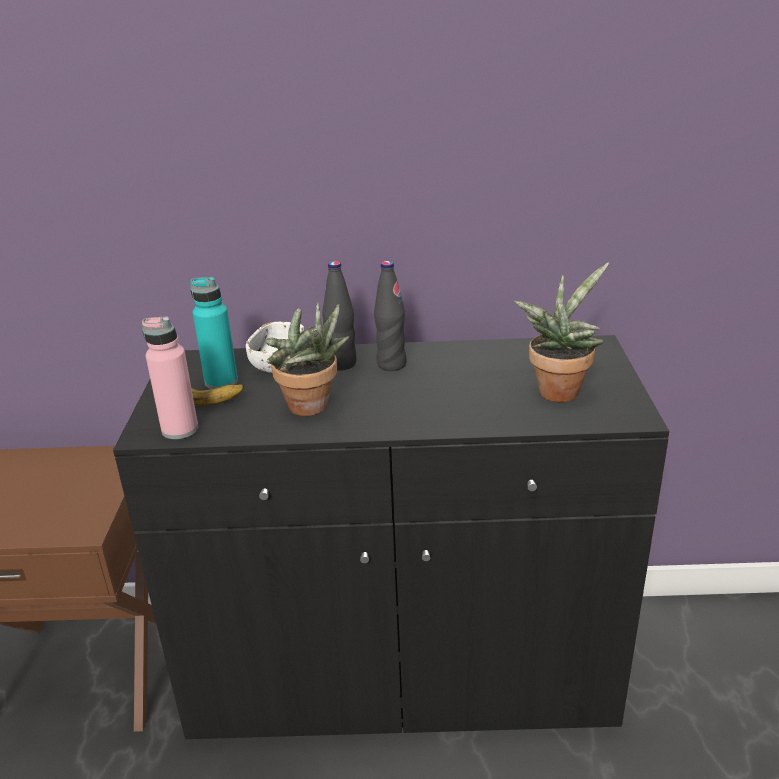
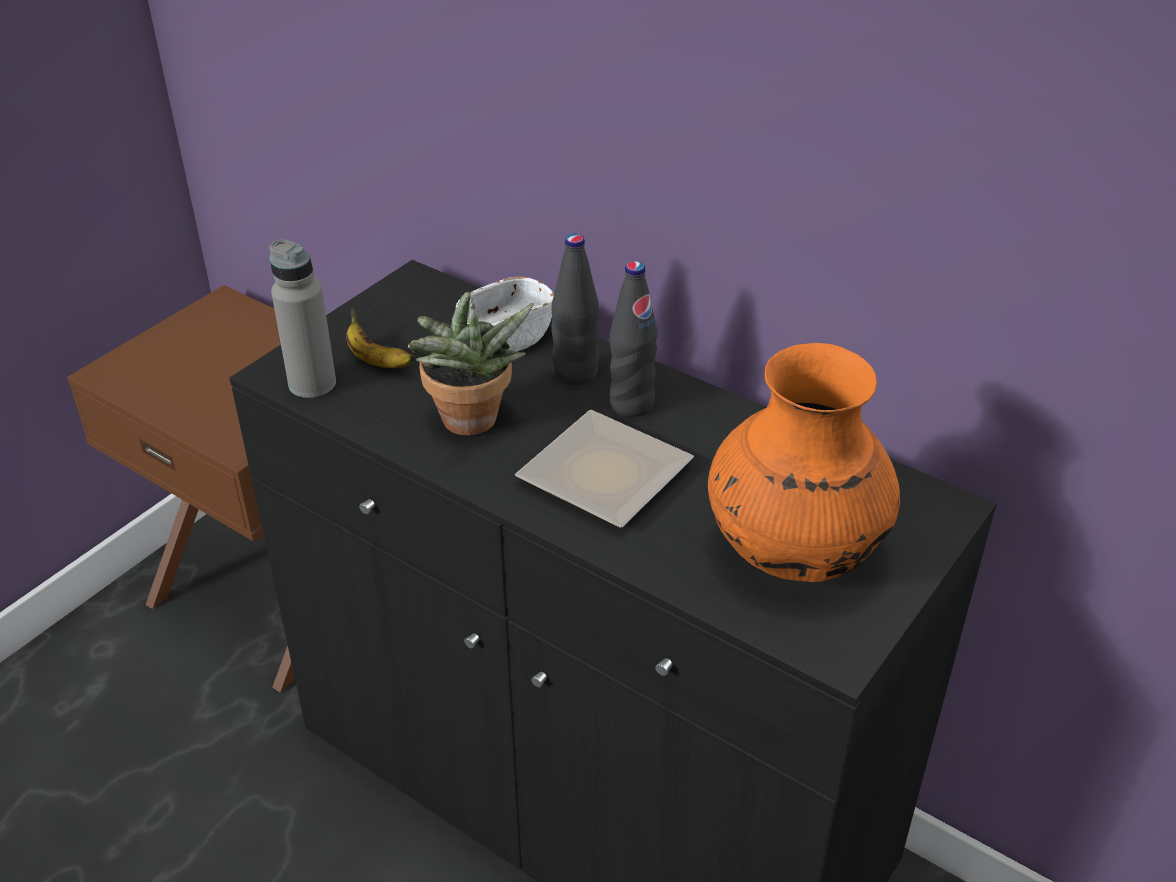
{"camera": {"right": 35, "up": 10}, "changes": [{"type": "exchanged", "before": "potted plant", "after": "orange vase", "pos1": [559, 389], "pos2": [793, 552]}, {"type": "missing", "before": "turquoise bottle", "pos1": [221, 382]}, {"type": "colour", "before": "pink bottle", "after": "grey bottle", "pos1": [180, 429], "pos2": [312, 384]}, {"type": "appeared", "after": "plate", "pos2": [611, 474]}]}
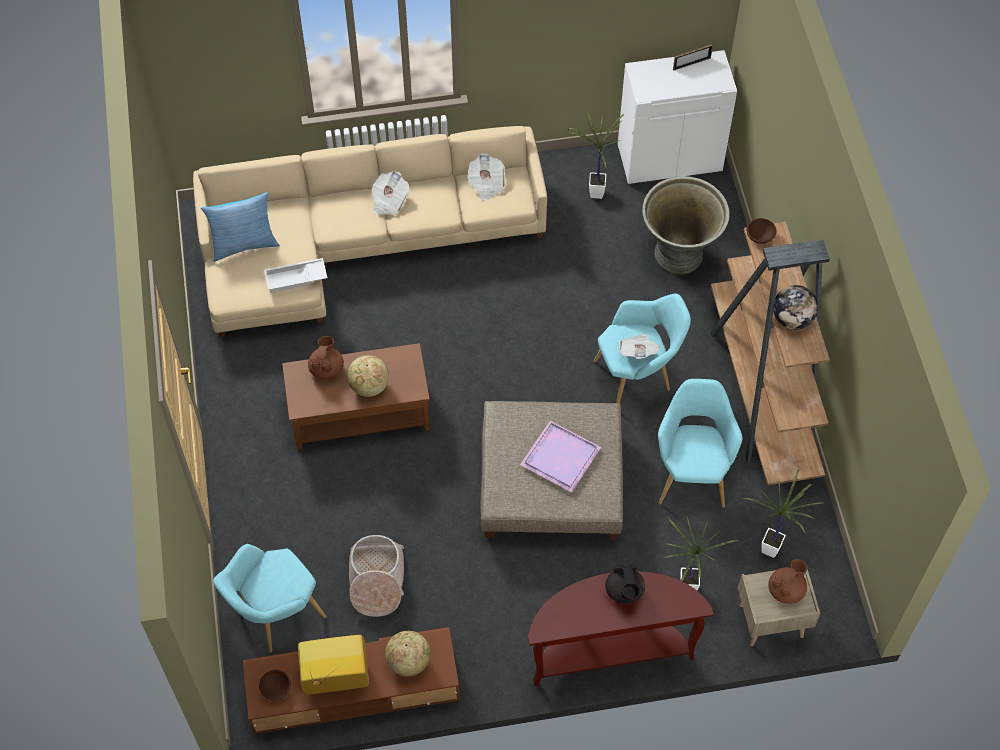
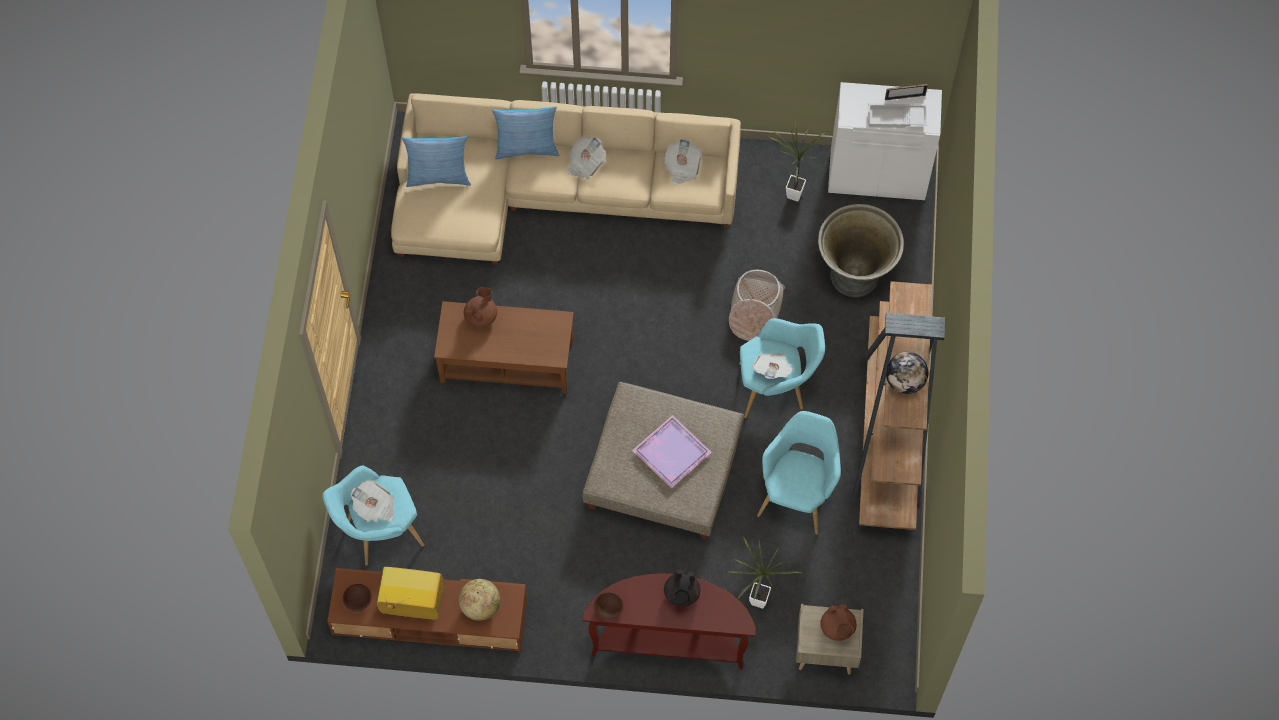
{"camera": {"right": 15, "up": 5}, "changes": [{"type": "relocated", "before": "brown bowl", "pos1": [760, 236], "pos2": [609, 609]}, {"type": "relocated", "before": "white tray", "pos1": [296, 279], "pos2": [896, 119]}, {"type": "missing", "before": "globe", "pos1": [369, 386]}, {"type": "missing", "before": "potted plant", "pos1": [773, 548]}, {"type": "relocated", "before": "basket", "pos1": [376, 580], "pos2": [754, 311]}, {"type": "spun", "before": "brown teapot", "pos1": [786, 590], "pos2": [837, 628], "turn": 105}, {"type": "appeared", "after": "pillow", "pos2": [527, 148]}, {"type": "appeared", "after": "newspaper", "pos2": [375, 507]}]}
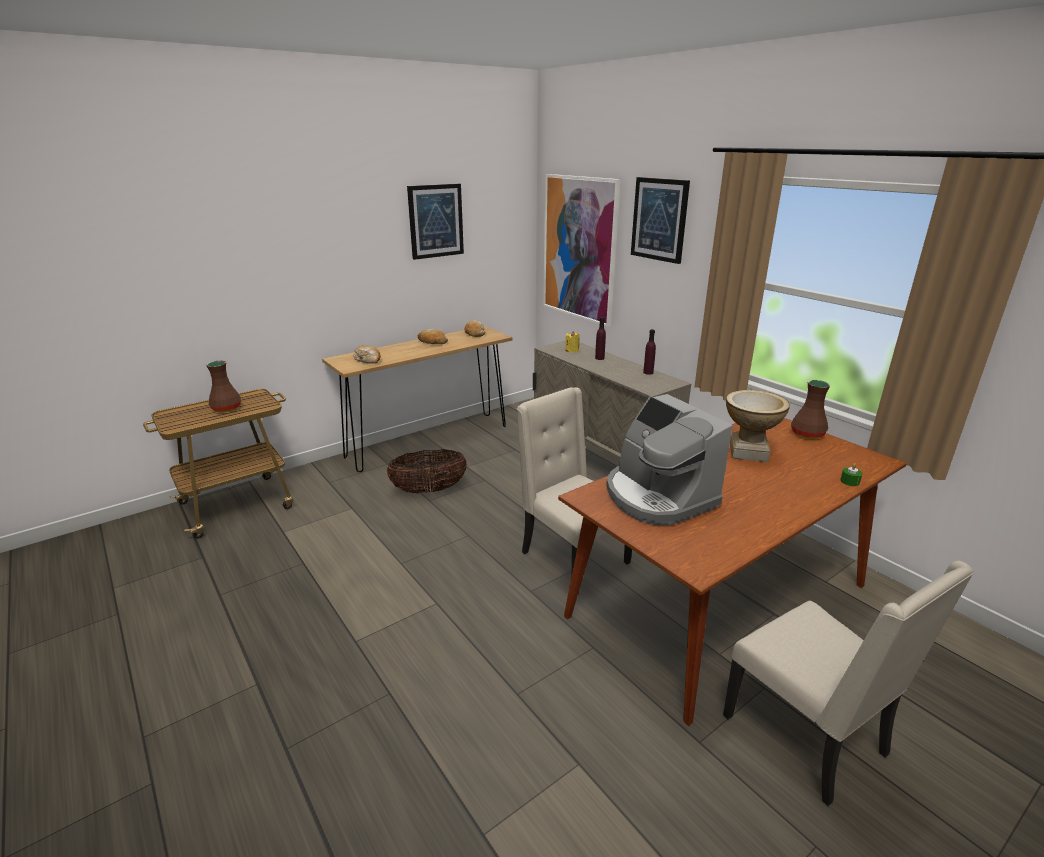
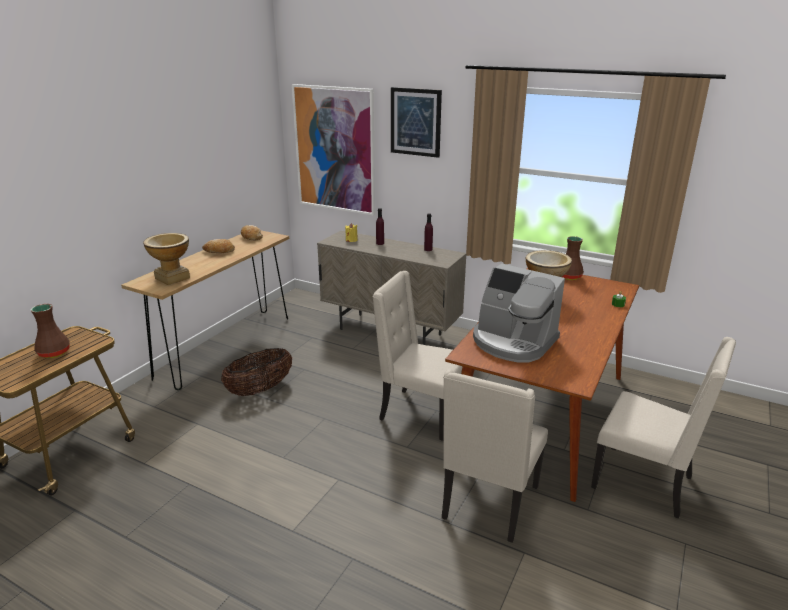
{"camera": {"right": -25, "up": 0}, "changes": [{"type": "missing", "before": "picture", "pos1": [435, 221]}, {"type": "exchanged", "before": "bread", "after": "vase", "pos1": [368, 360], "pos2": [172, 278]}, {"type": "appeared", "after": "beige chair", "pos2": [488, 503]}]}
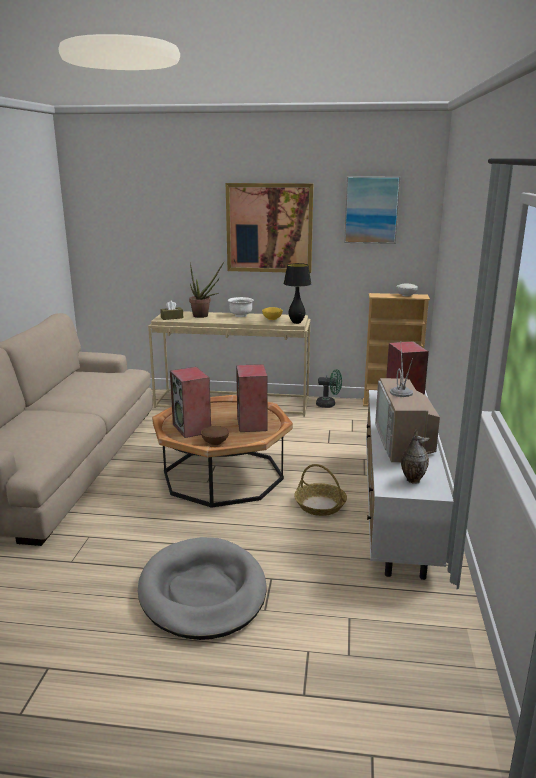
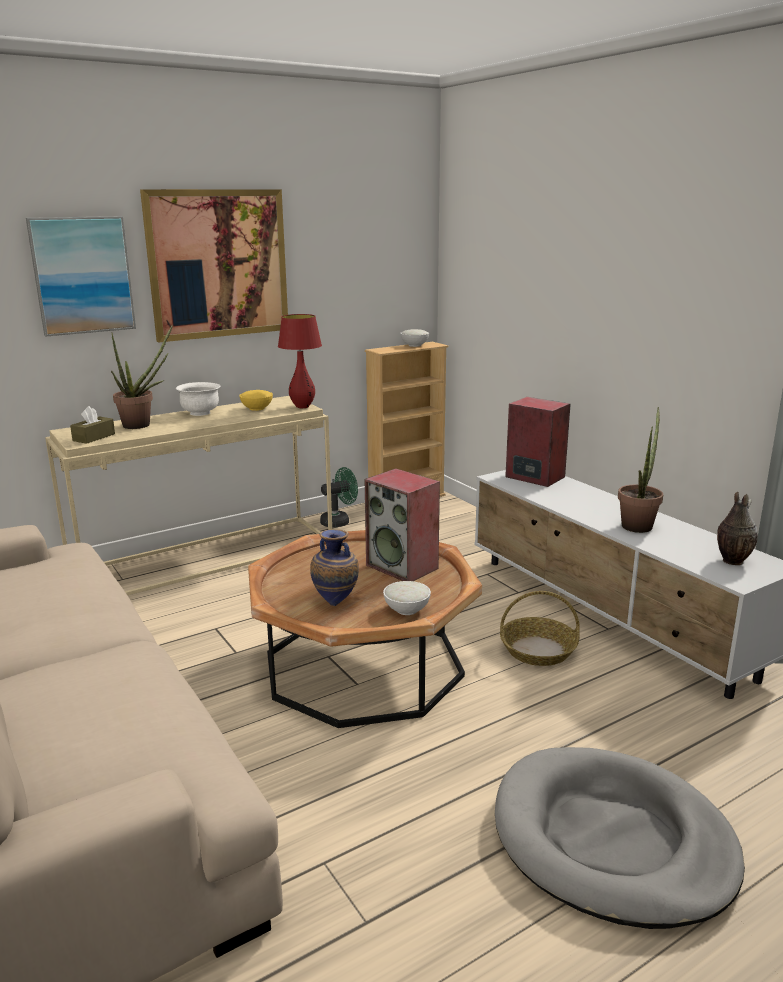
{"camera": {"right": -40, "up": 0}, "changes": [{"type": "relocated", "before": "picture", "pos1": [371, 210], "pos2": [82, 275]}, {"type": "colour", "before": "black table lamp", "after": "red table lamp", "pos1": [296, 322], "pos2": [302, 407]}, {"type": "exchanged", "before": "television", "after": "potted plant", "pos1": [404, 443], "pos2": [638, 524]}, {"type": "exchanged", "before": "speaker", "after": "vase", "pos1": [192, 428], "pos2": [336, 603]}, {"type": "colour", "before": "brown bowl", "after": "white bowl", "pos1": [215, 442], "pos2": [407, 609]}]}
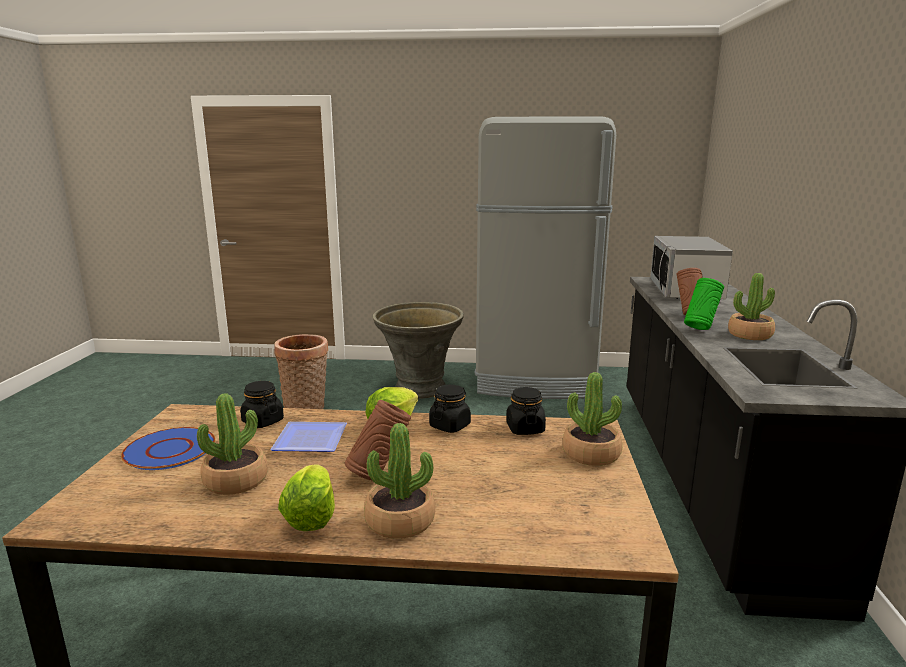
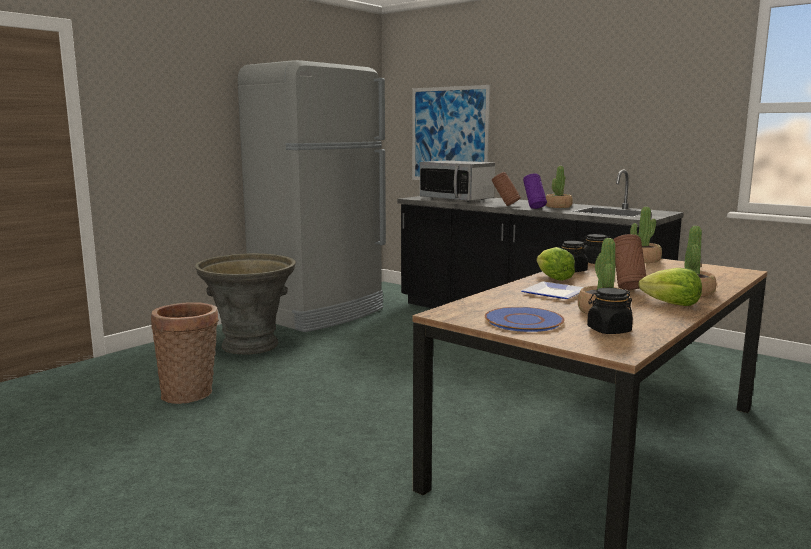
{"camera": {"right": -55, "up": -5}, "changes": [{"type": "colour", "before": "green vase", "after": "purple vase", "pos1": [700, 328], "pos2": [534, 208]}, {"type": "relocated", "before": "black jar", "pos1": [262, 421], "pos2": [608, 330]}, {"type": "appeared", "after": "picture", "pos2": [449, 135]}]}
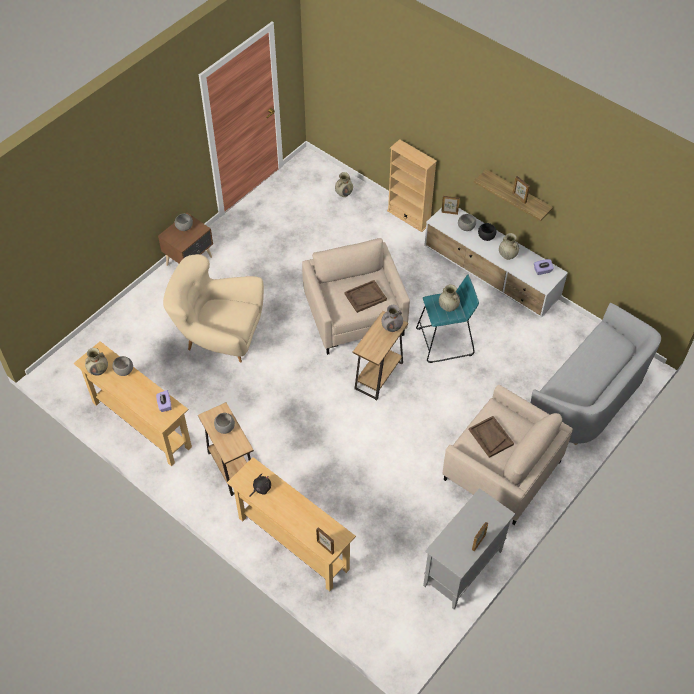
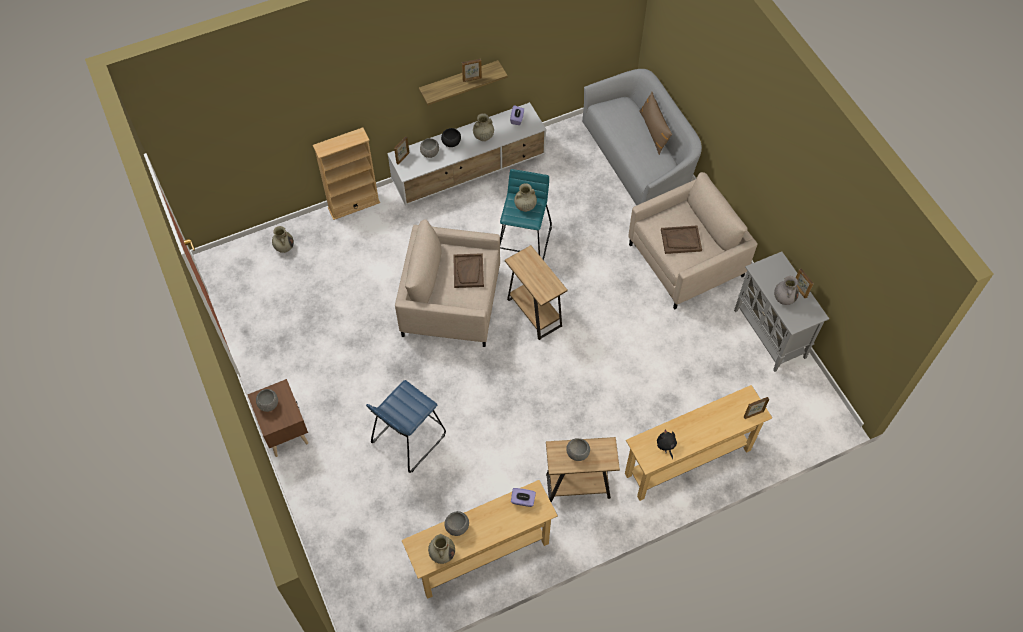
{"camera": {"right": -65, "up": 5}, "changes": [{"type": "exchanged", "before": "beige armchair", "after": "blue stool", "pos1": [219, 337], "pos2": [408, 438]}, {"type": "relocated", "before": "grey vase", "pos1": [392, 327], "pos2": [783, 298]}, {"type": "appeared", "after": "brown pillow", "pos2": [654, 131]}]}
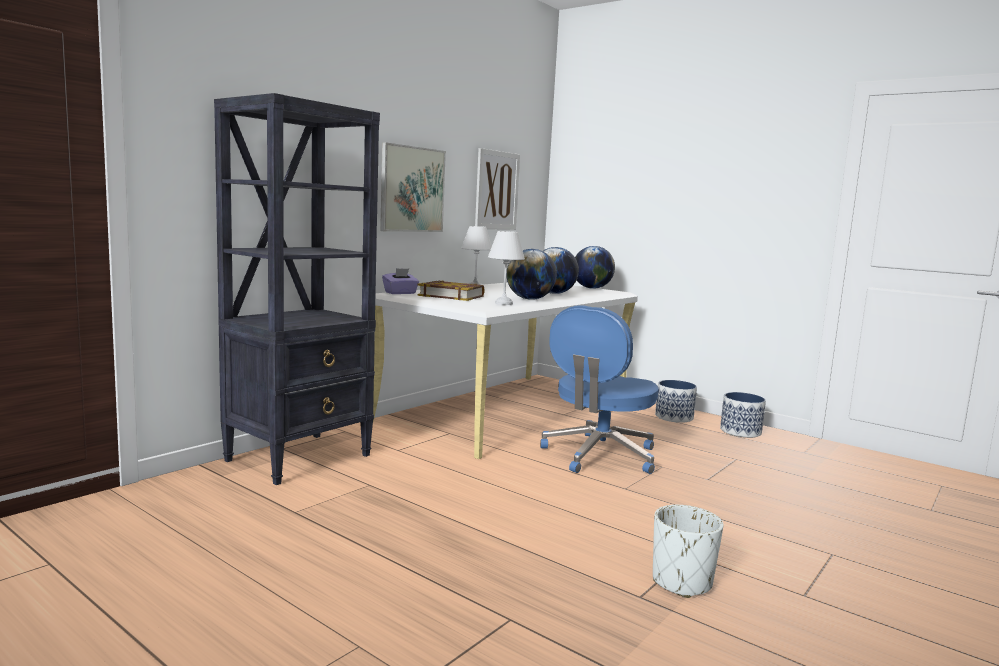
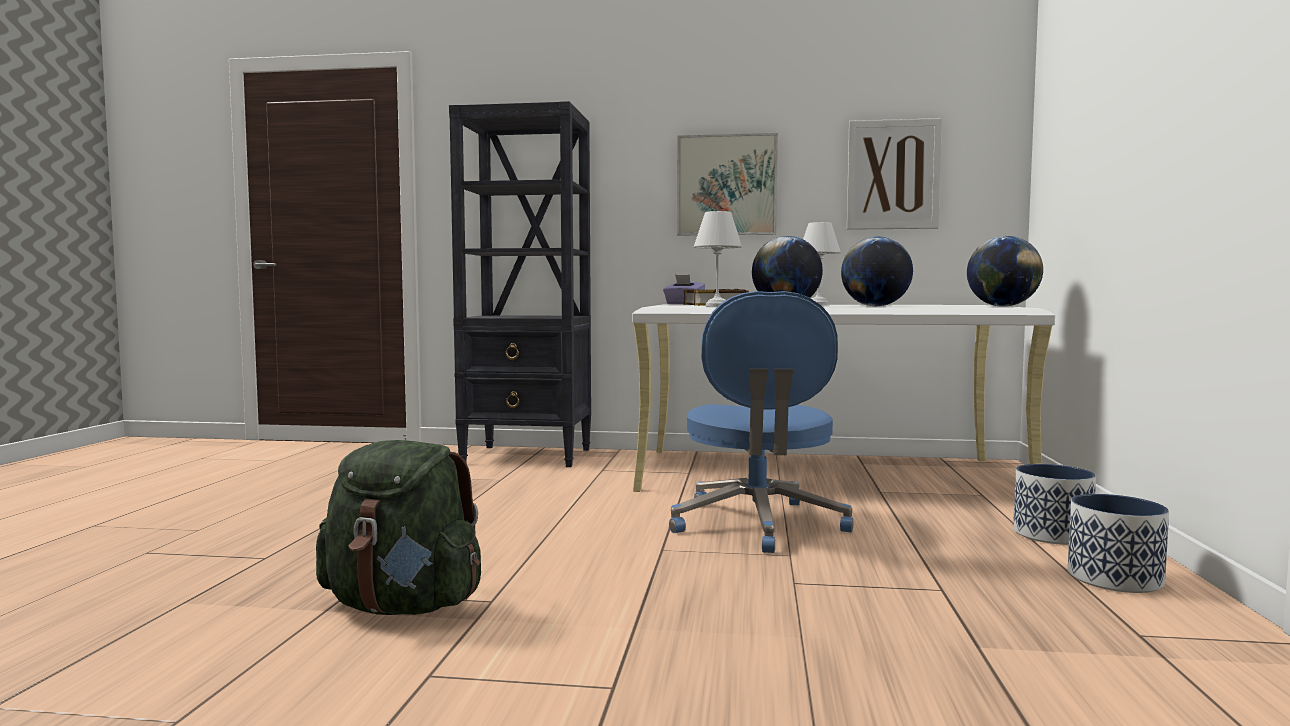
{"camera": {"right": 60, "up": -5}, "changes": [{"type": "spun", "before": "blue office chair", "pos1": [599, 455], "pos2": [758, 525], "turn": -90}, {"type": "exchanged", "before": "white planter", "after": "green backpack", "pos1": [681, 582], "pos2": [403, 606]}]}
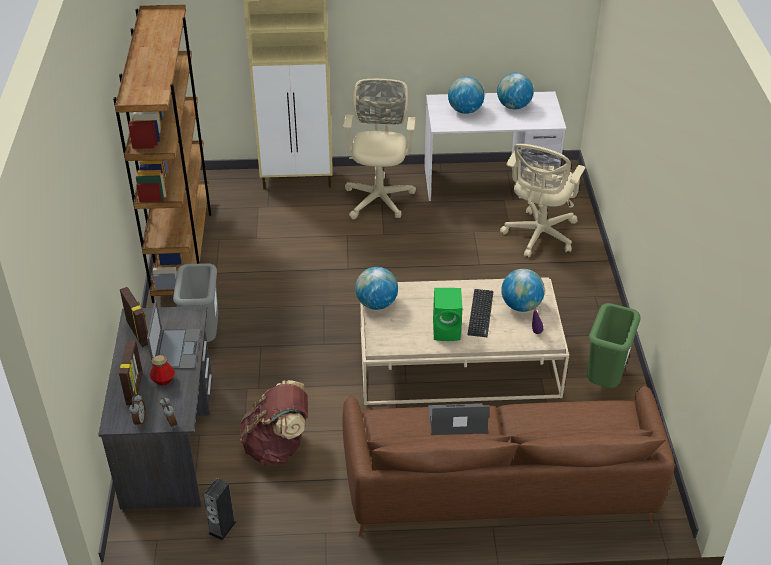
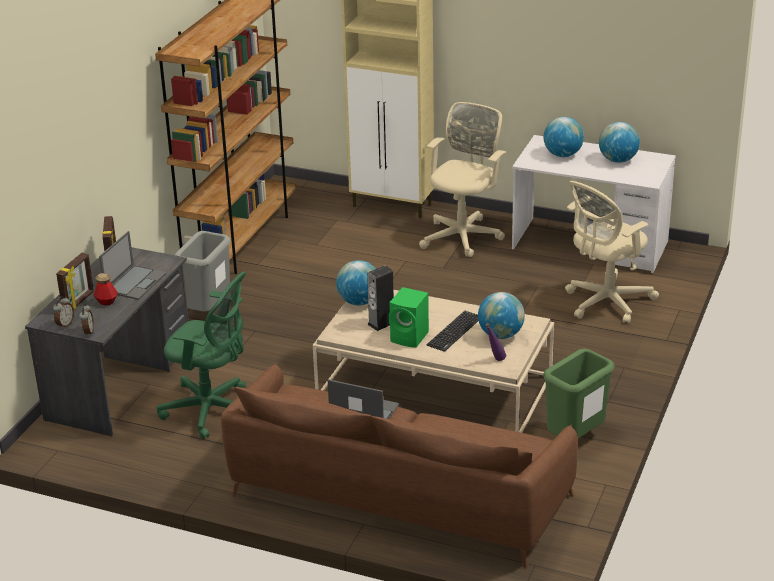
{"camera": {"right": 25, "up": -10}, "changes": [{"type": "exchanged", "before": "brown backpack", "after": "green office chair", "pos1": [278, 446], "pos2": [212, 410]}, {"type": "relocated", "before": "speaker", "pos1": [222, 528], "pos2": [381, 323]}]}
